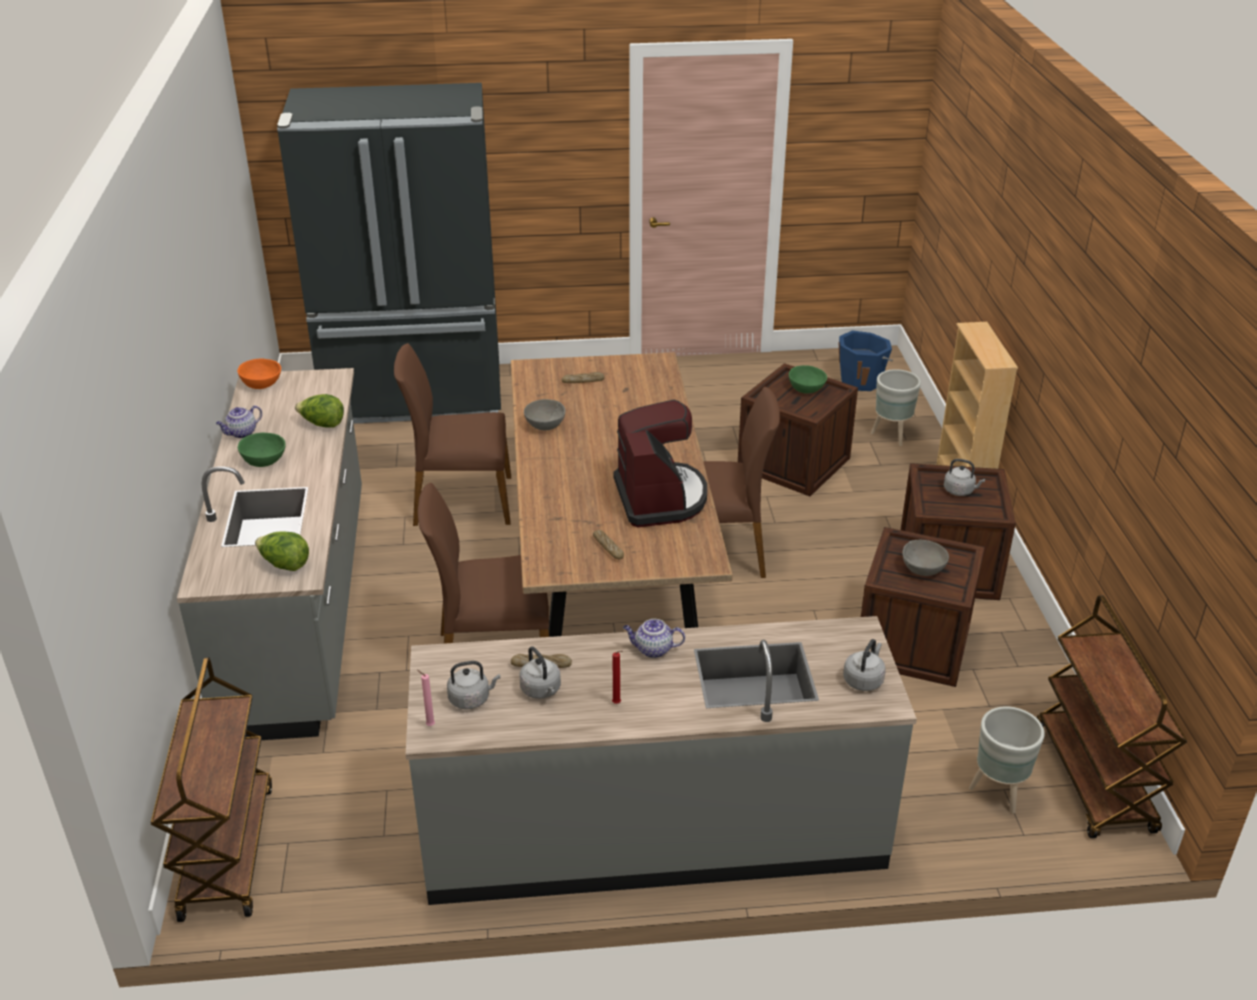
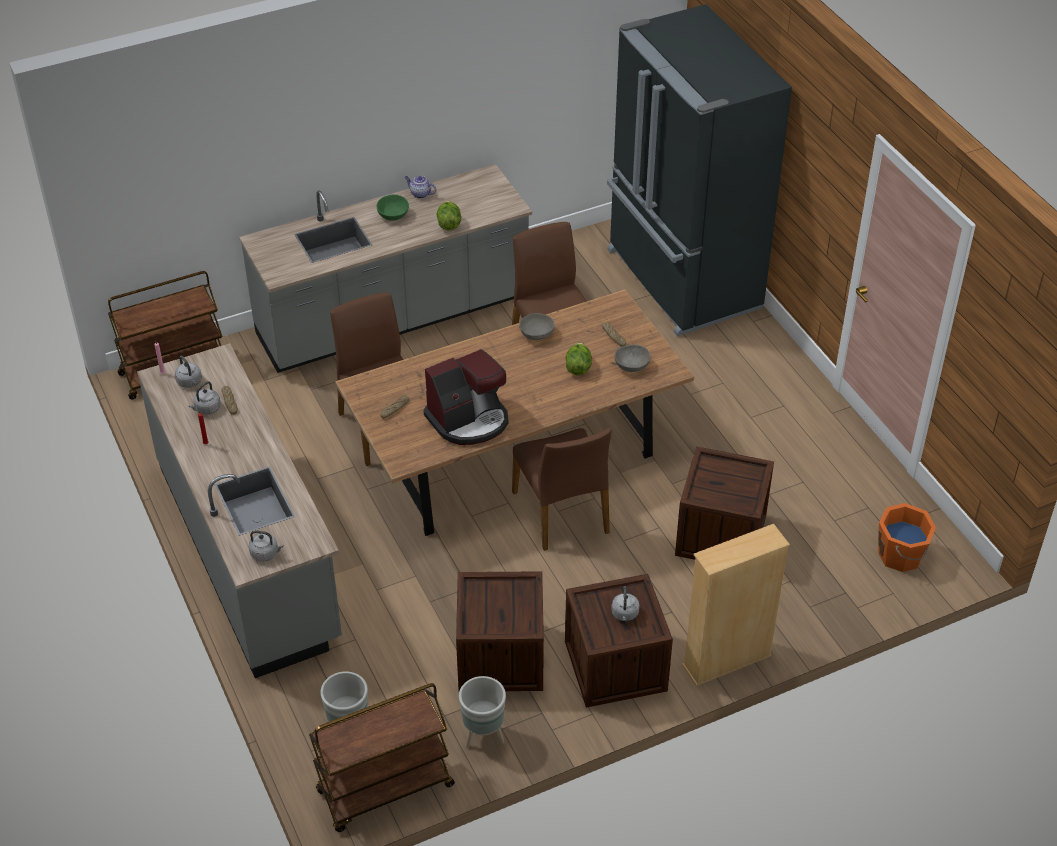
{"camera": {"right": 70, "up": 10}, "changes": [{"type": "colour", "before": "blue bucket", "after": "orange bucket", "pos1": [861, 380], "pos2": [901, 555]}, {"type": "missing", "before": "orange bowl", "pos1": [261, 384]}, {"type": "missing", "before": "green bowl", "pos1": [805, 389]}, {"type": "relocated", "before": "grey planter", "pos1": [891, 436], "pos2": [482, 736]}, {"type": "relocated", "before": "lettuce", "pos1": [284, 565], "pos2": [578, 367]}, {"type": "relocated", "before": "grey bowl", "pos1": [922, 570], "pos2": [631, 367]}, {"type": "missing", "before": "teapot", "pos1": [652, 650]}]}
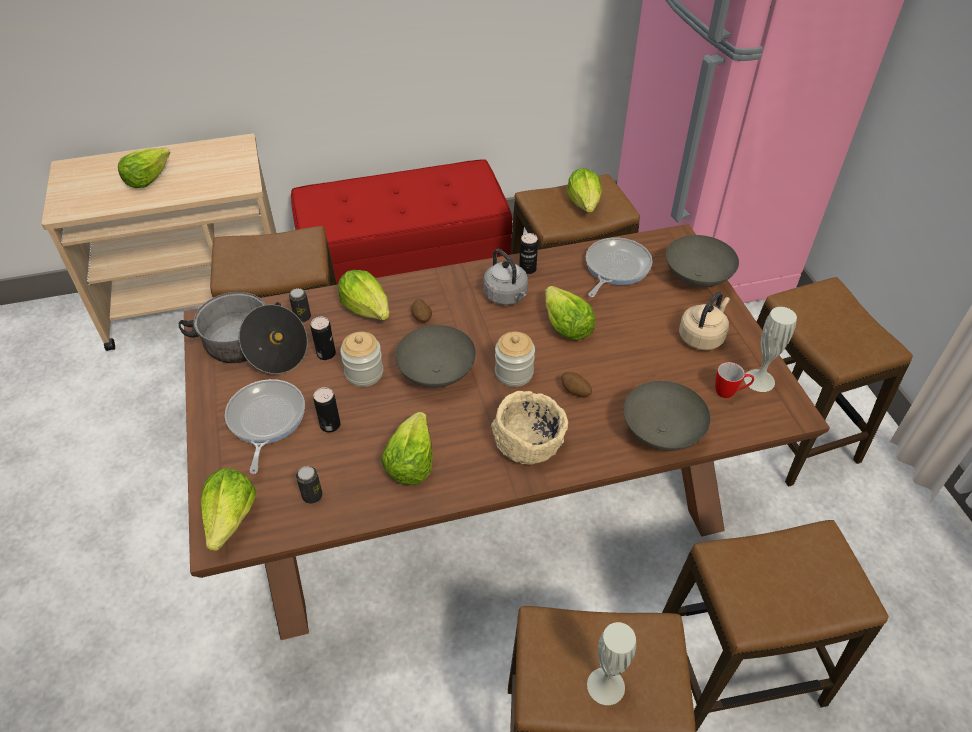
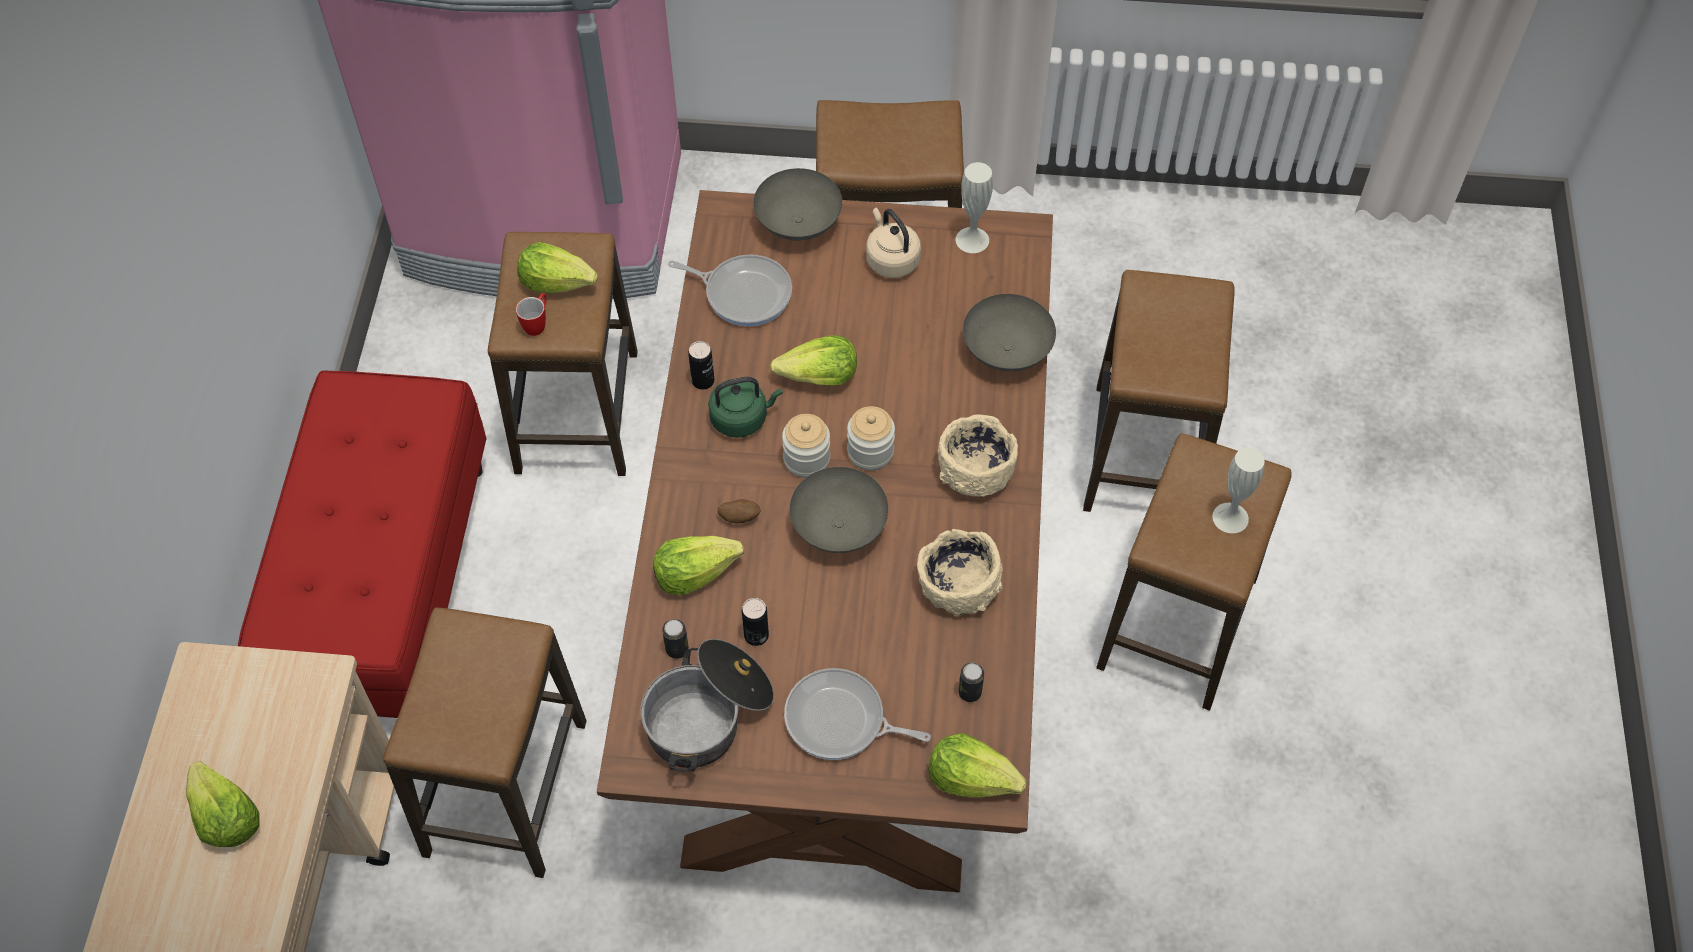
{"camera": {"right": -70, "up": 10}, "changes": [{"type": "spun", "before": "frying pan", "pos1": [615, 268], "pos2": [744, 293], "turn": 150}, {"type": "colour", "before": "grey kettle", "after": "green kettle", "pos1": [507, 296], "pos2": [742, 418]}, {"type": "relocated", "before": "jar", "pos1": [364, 373], "pos2": [806, 459]}, {"type": "relocated", "before": "mug", "pos1": [730, 392], "pos2": [538, 324]}, {"type": "missing", "before": "potato", "pos1": [575, 392]}, {"type": "missing", "before": "can", "pos1": [330, 425]}, {"type": "exchanged", "before": "lettuce", "after": "beige bowl", "pos1": [410, 461], "pos2": [958, 587]}]}
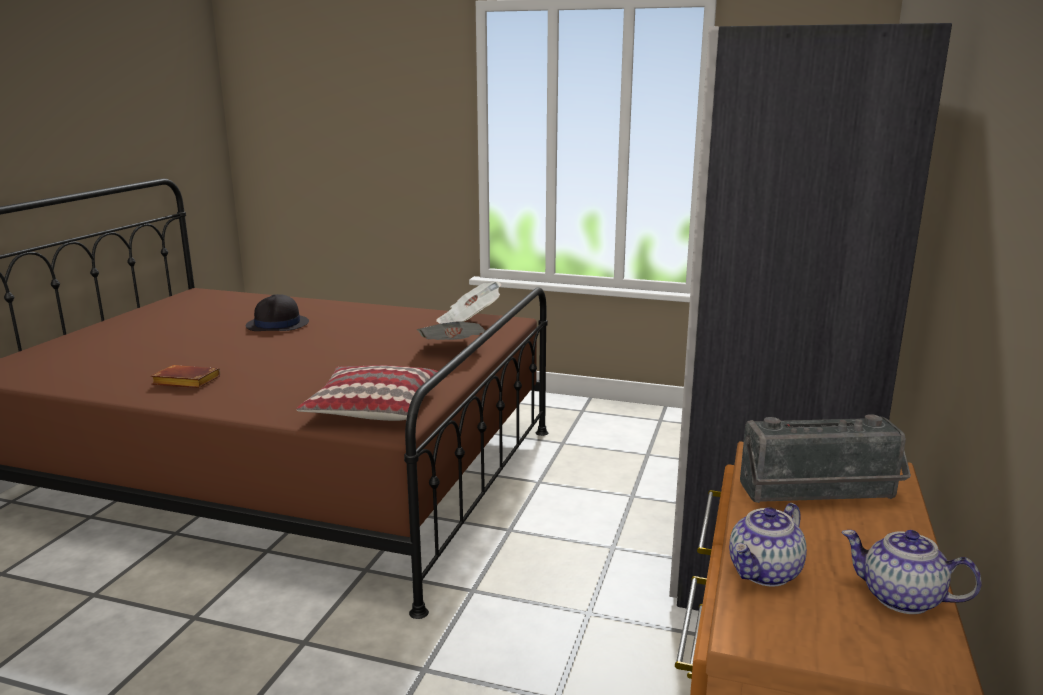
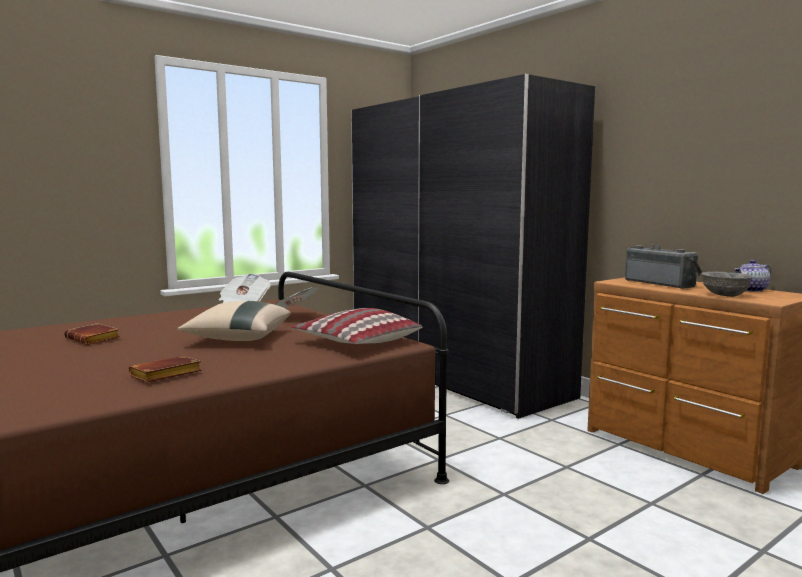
{"camera": {"right": -55, "up": -10}, "changes": [{"type": "exchanged", "before": "black hat", "after": "brown book", "pos1": [278, 325], "pos2": [94, 339]}, {"type": "spun", "before": "radio", "pos1": [819, 496], "pos2": [661, 283], "turn": -60}, {"type": "exchanged", "before": "teapot", "after": "grey bowl", "pos1": [765, 573], "pos2": [724, 295]}, {"type": "appeared", "after": "beige pillow", "pos2": [238, 338]}]}
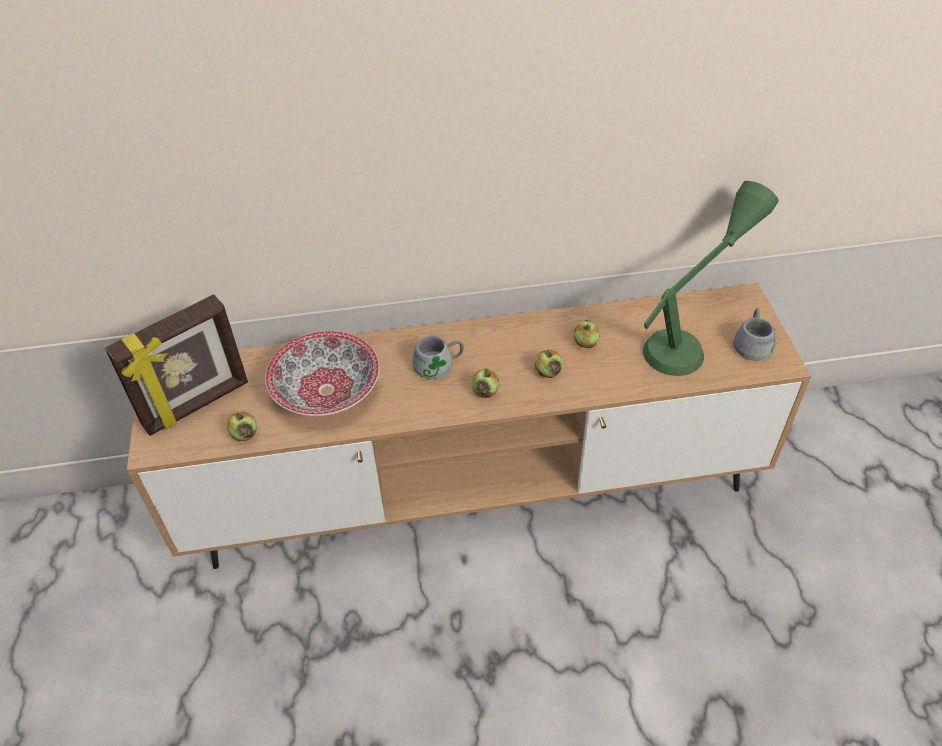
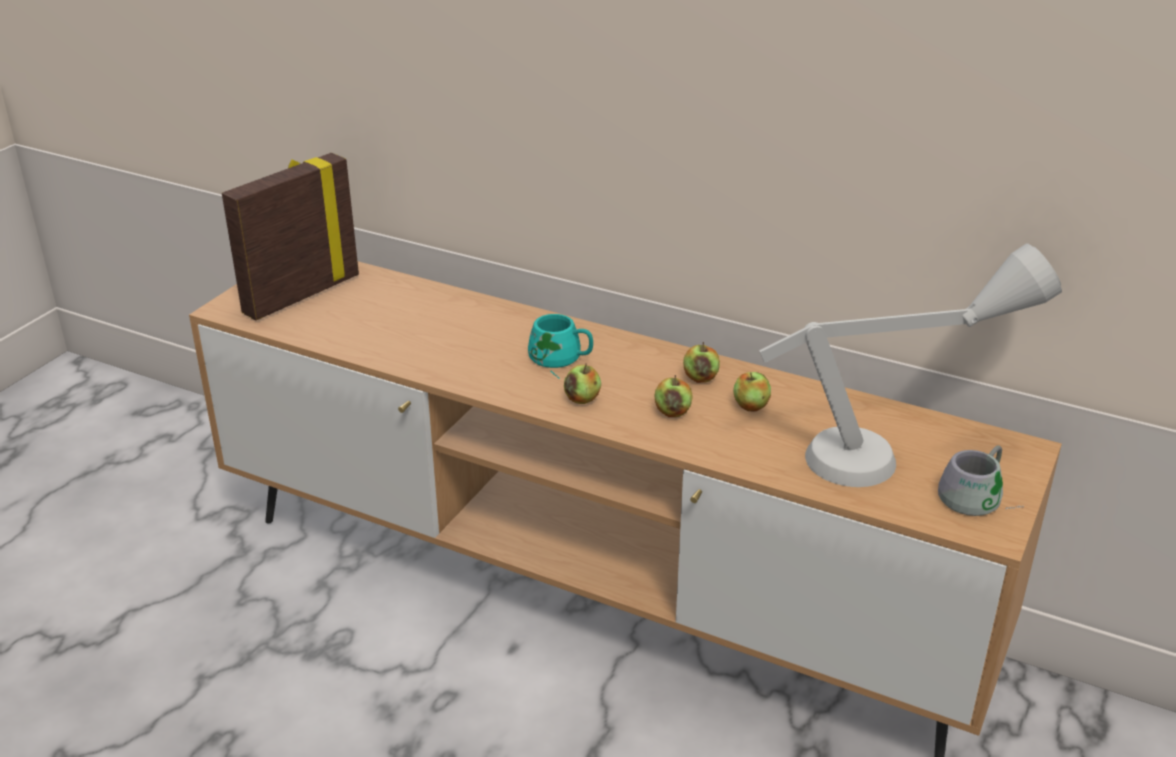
{"camera": {"right": 35, "up": -15}, "changes": [{"type": "colour", "before": "green table lamp", "after": "grey table lamp", "pos1": [691, 336], "pos2": [895, 454]}, {"type": "spun", "before": "picture frame", "pos1": [197, 405], "pos2": [300, 294], "turn": 135}, {"type": "missing", "before": "bowl", "pos1": [325, 391]}, {"type": "colour", "before": "grey mug", "after": "turquoise mug", "pos1": [439, 368], "pos2": [559, 360]}, {"type": "relocated", "before": "apple", "pos1": [244, 434], "pos2": [700, 378]}]}
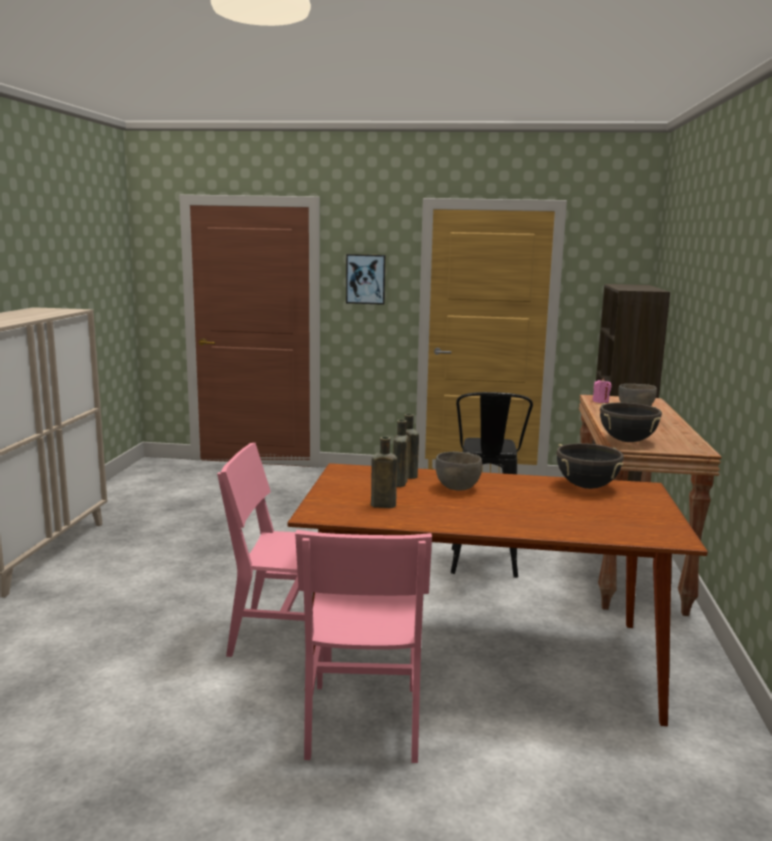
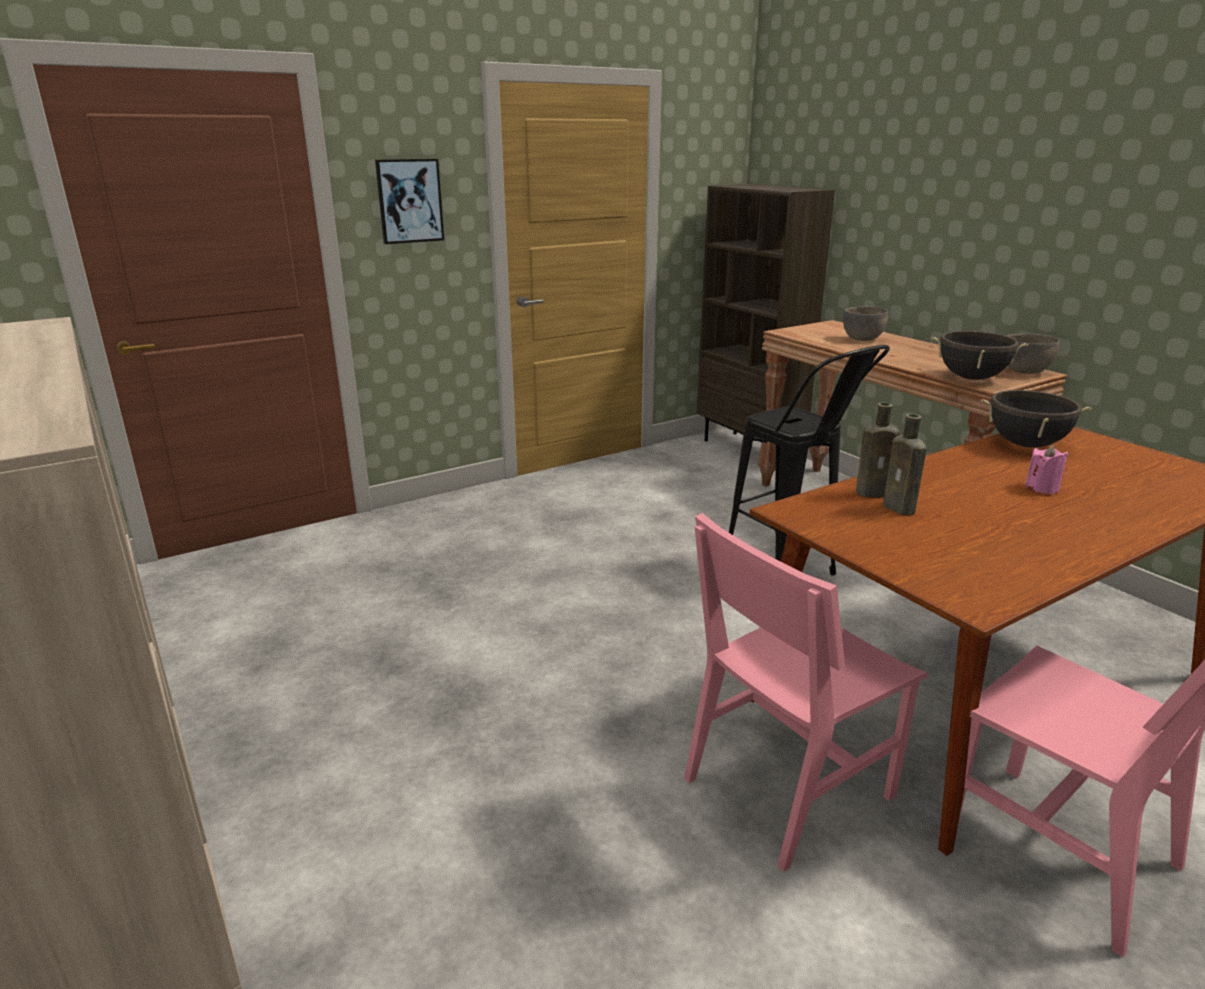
{"camera": {"right": -40, "up": 10}, "changes": [{"type": "relocated", "before": "pink candle", "pos1": [600, 401], "pos2": [1041, 488]}, {"type": "missing", "before": "brown bottle", "pos1": [381, 505]}, {"type": "relocated", "before": "grey bowl", "pos1": [457, 488], "pos2": [1025, 372]}]}
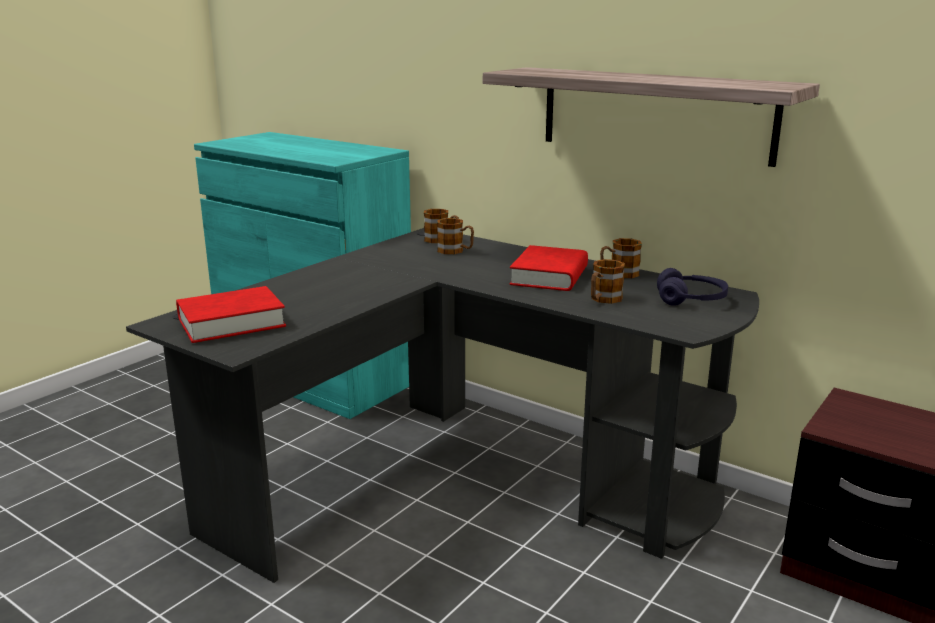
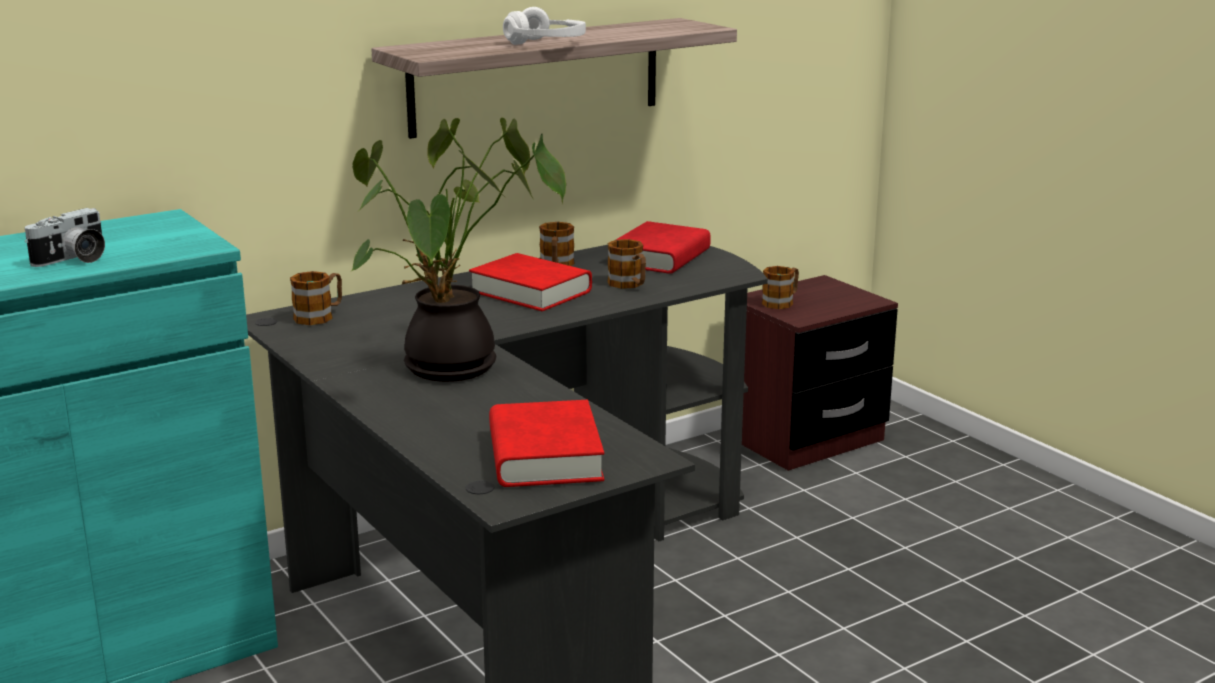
{"camera": {"right": -70, "up": 0}, "changes": [{"type": "relocated", "before": "mug", "pos1": [455, 251], "pos2": [781, 302]}, {"type": "exchanged", "before": "purple headphones", "after": "red book", "pos1": [691, 300], "pos2": [660, 257]}, {"type": "appeared", "after": "white headphones", "pos2": [546, 43]}, {"type": "appeared", "after": "potted plant", "pos2": [452, 370]}, {"type": "appeared", "after": "photo camera", "pos2": [73, 259]}]}
